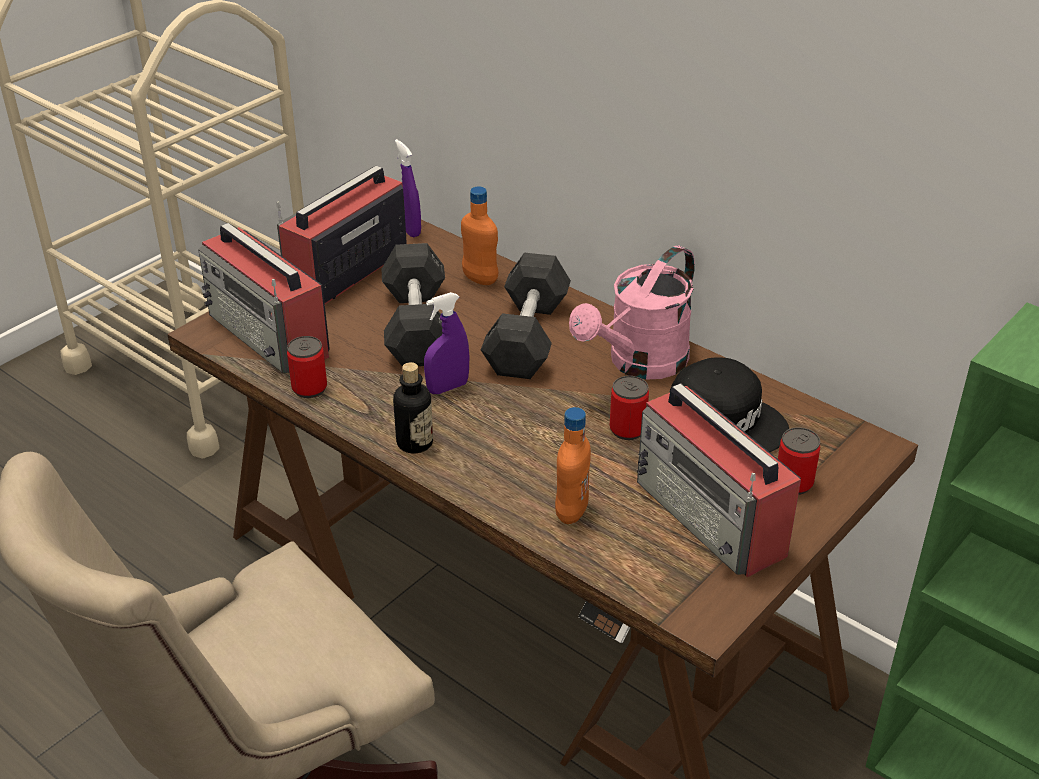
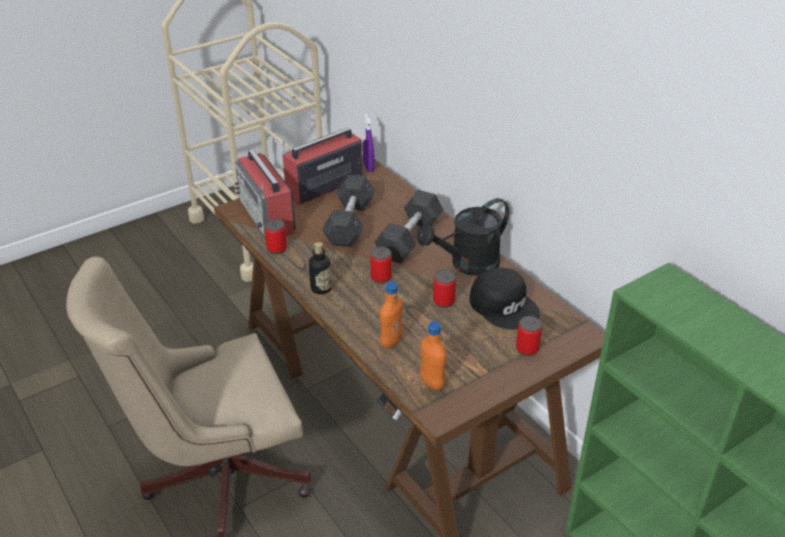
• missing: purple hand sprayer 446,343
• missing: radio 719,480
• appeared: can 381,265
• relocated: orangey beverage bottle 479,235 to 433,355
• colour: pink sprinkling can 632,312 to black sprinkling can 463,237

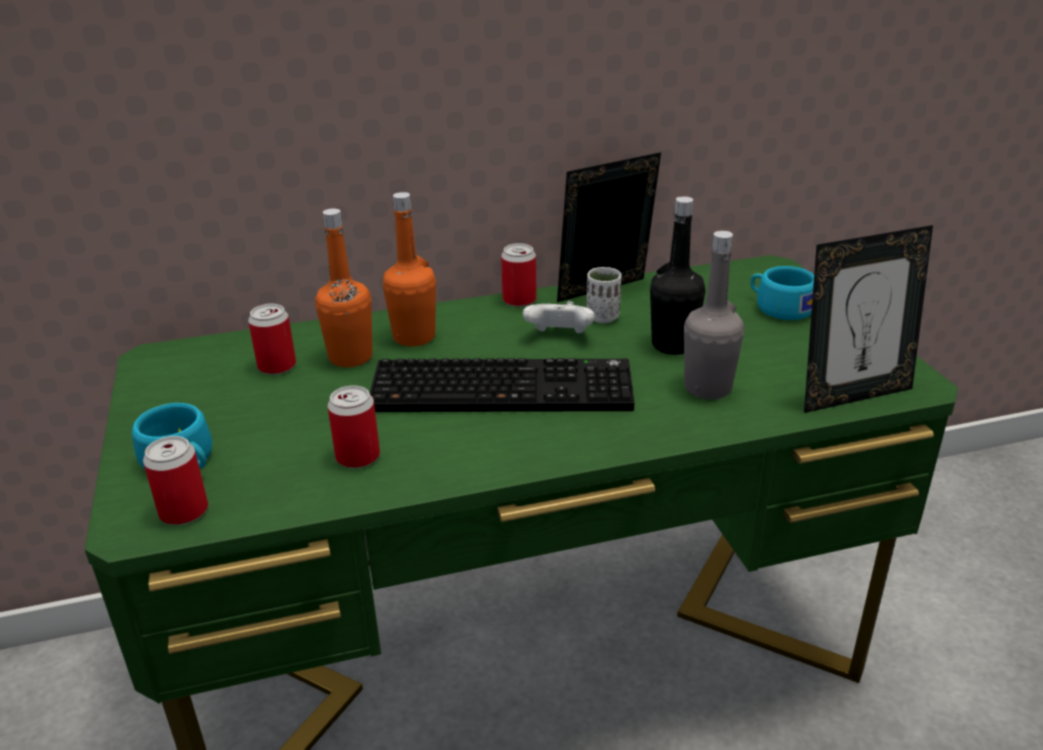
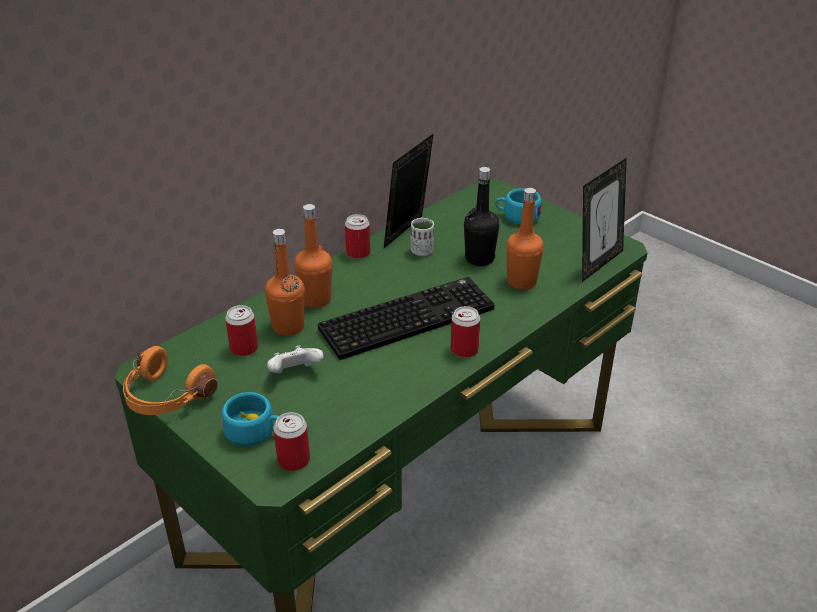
• appeared: orangey headset 170,380
• relocated: can 354,426 to 465,332
• relocated: white joypad 559,317 to 295,359
• colour: greyish beverage bottle 714,315 to orangey beverage bottle 525,239

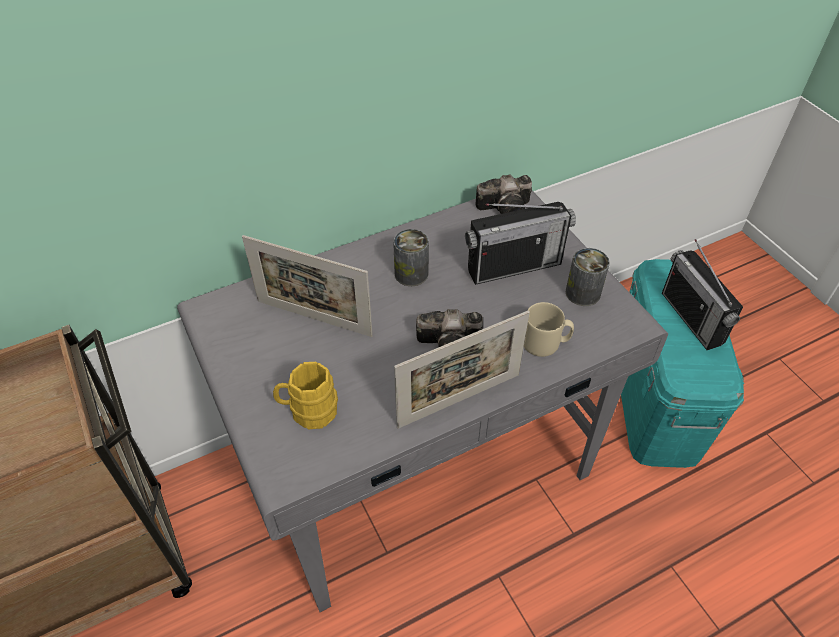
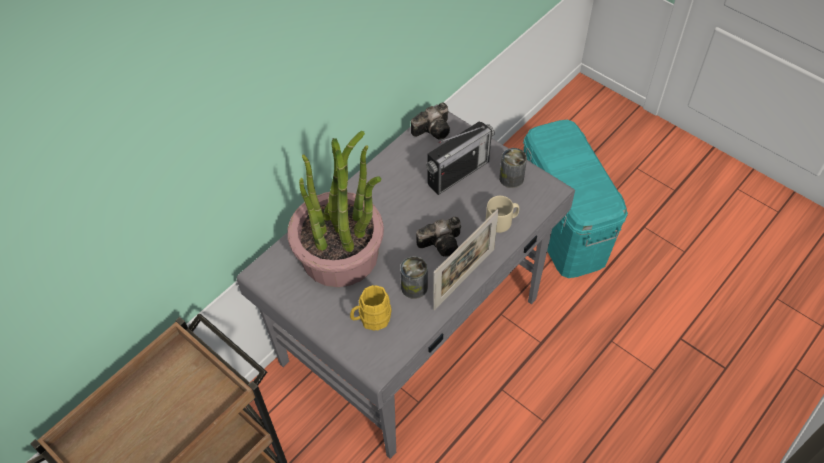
• missing: radio 702,294
• relocated: can 411,257 to 414,277
• exchanged: standing frame 307,286 to potted plant 336,209

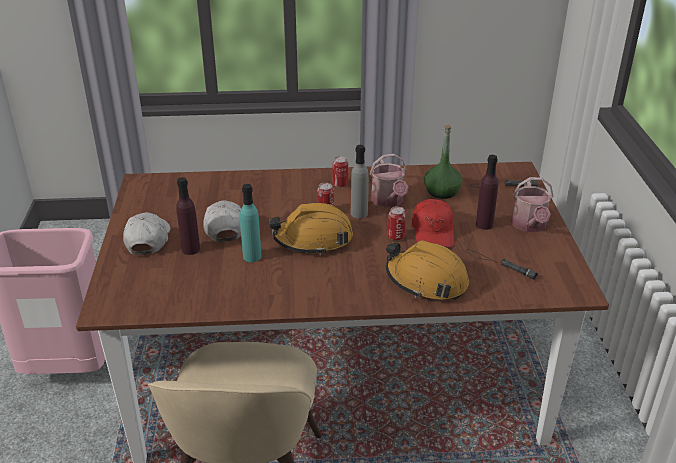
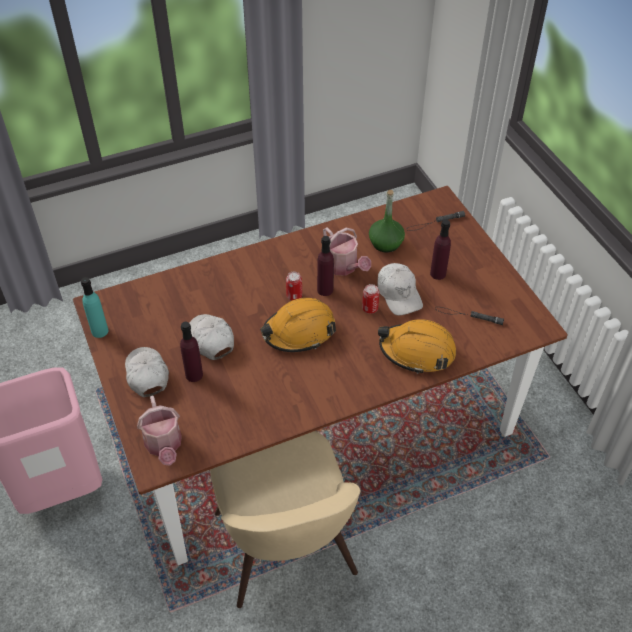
• missing: can 340,171
• relocated: turquoise-coloured beverage bottle 251,223 to 95,307
• relocated: sprinkling can 532,204 to 159,431
• colour: greyish beverage bottle 360,182 to purple beverage bottle 325,266
• colour: red baseball cap 433,223 to white baseball cap 400,289

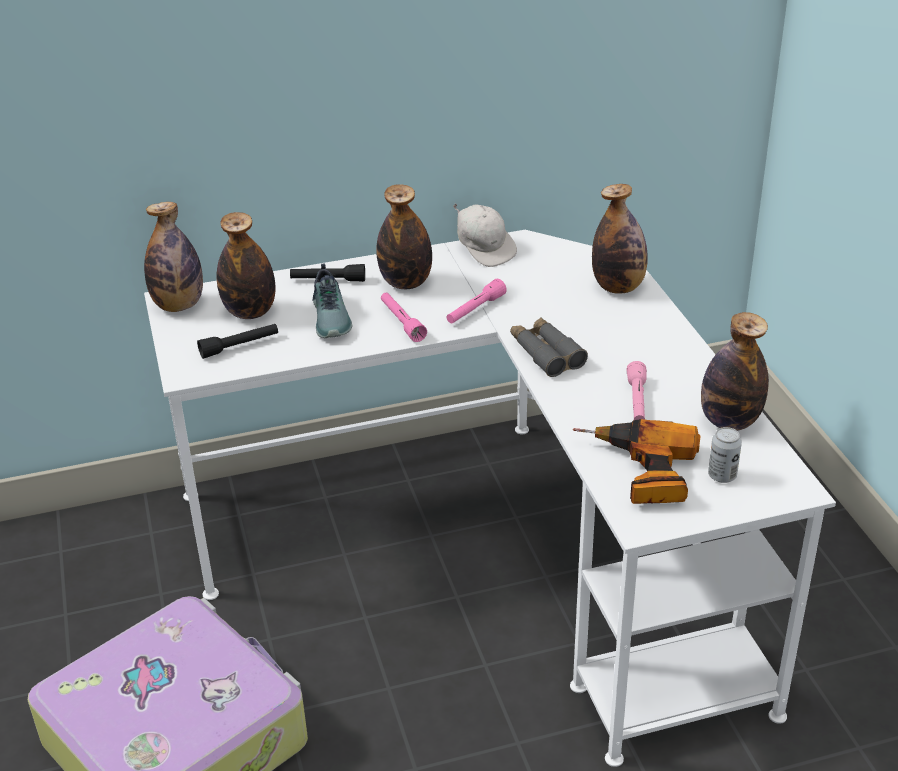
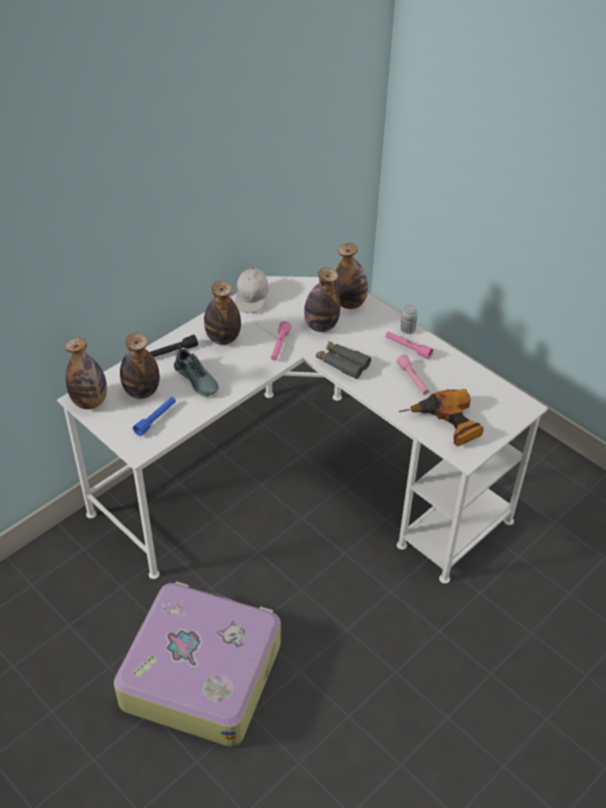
• relocated: pink hand torch 404,317 to 409,345
• relocated: beverage bottle 735,371 to 322,300
• relocated: can 725,455 to 409,319
• colour: black hand torch 237,341 to bluish hand torch 154,416
• spun: white baseball cap 485,235 = 252,288 75 degrees clockwise

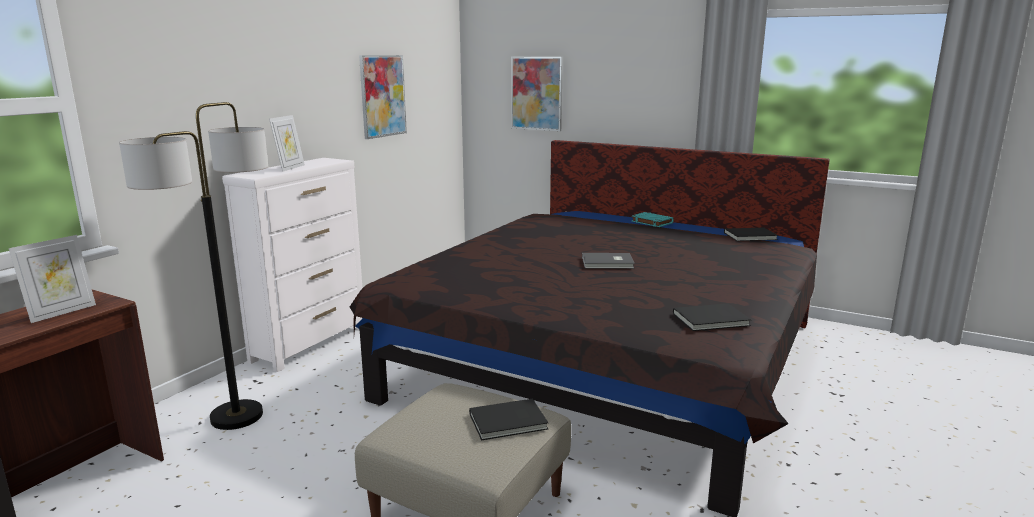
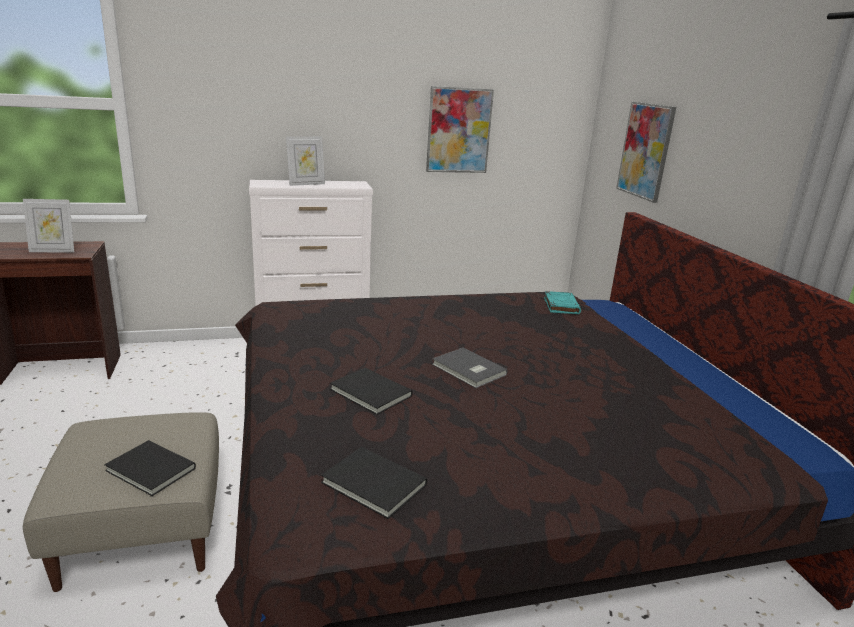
• missing: standard lamp 193,266
• relocated: turquoise-coloured book 653,219 to 562,302
• relocated: black book 751,234 to 371,391

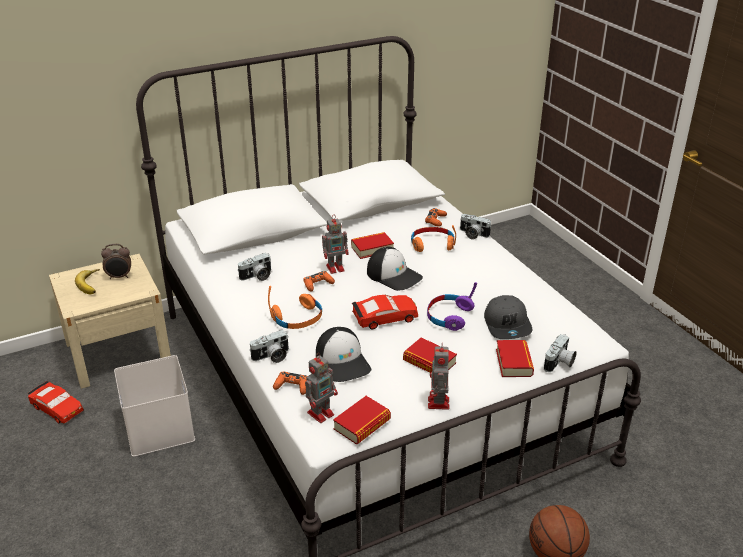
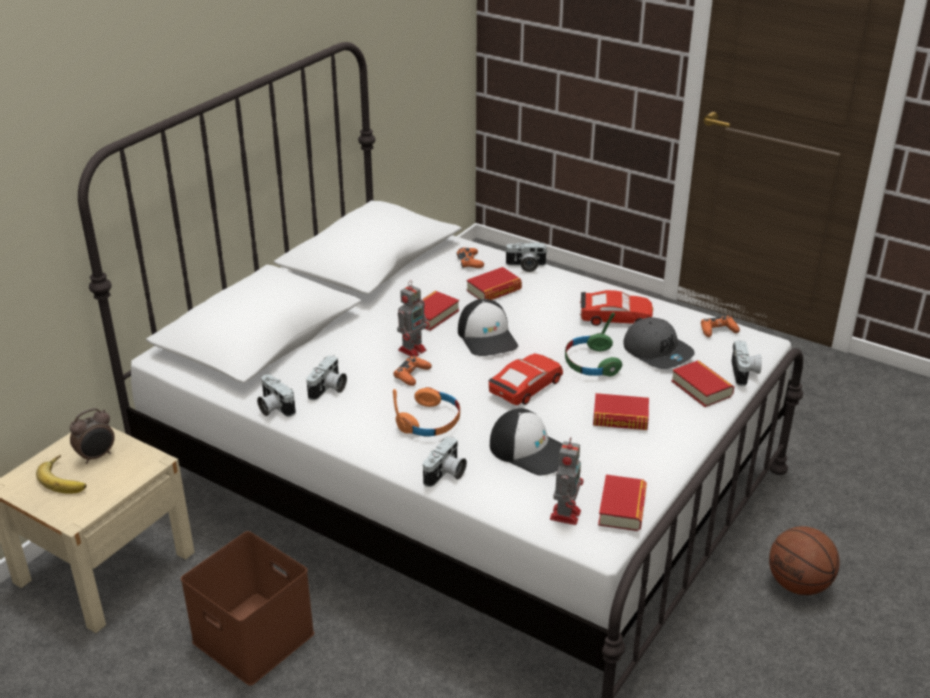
• missing: robot figure 438,378
• appeared: still camera 276,395
• relocated: red model car 56,402 to 616,308
• relocated: orangey joypad 290,383 to 720,326
• exchanged: orangey headset 433,238 to book 494,283
• colour: white storage bin 154,406 to brown storage bin 247,608
• colour: purple headset 452,306 to green headset 593,344
• spun: baseball cap 395,269 = 488,327 60 degrees clockwise

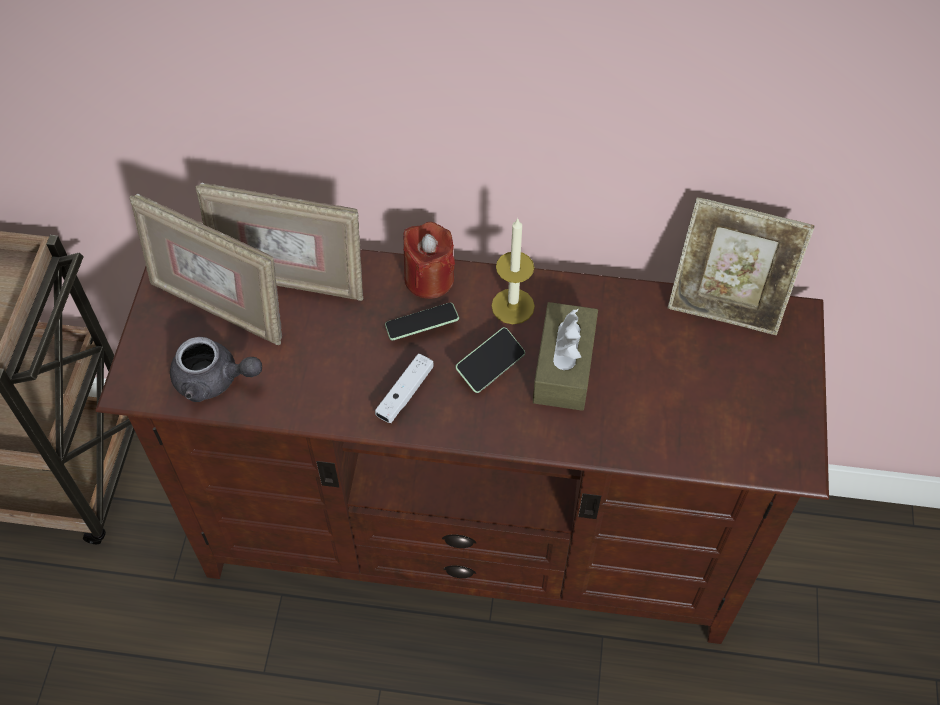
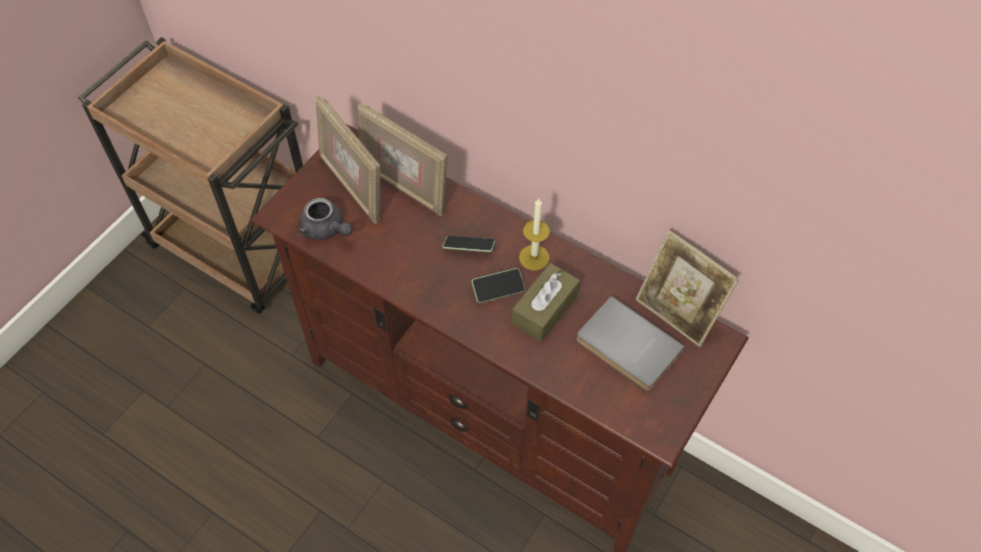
• missing: white joypad 404,388
• missing: red candle 429,260
• appeared: greyish book 631,343

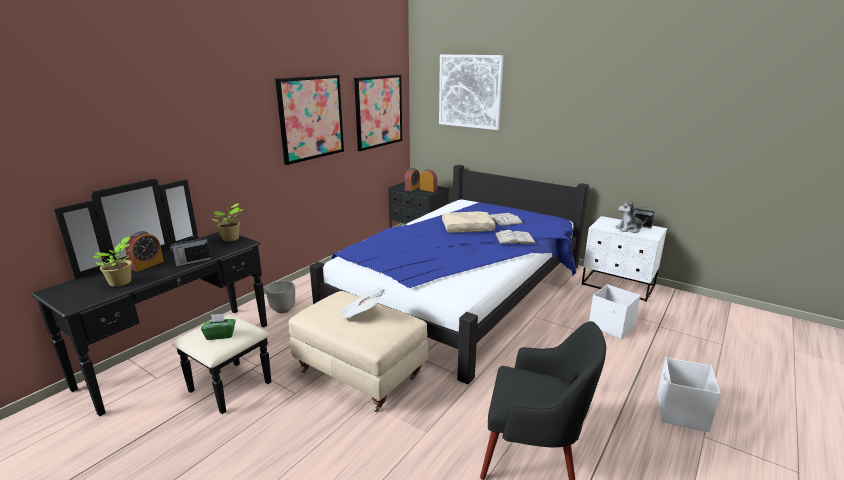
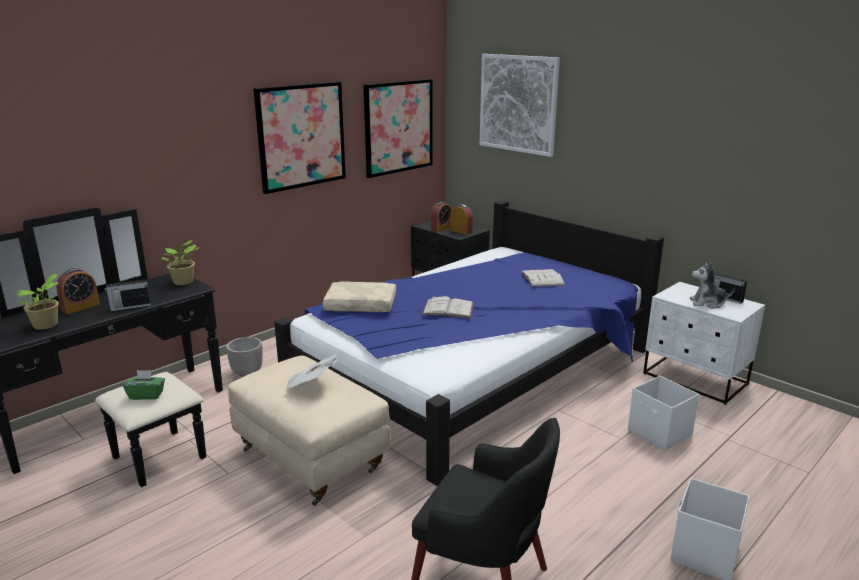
• relocated: beige-coloured cushion 468,222 to 359,297
• relocated: white book 515,237 to 448,307

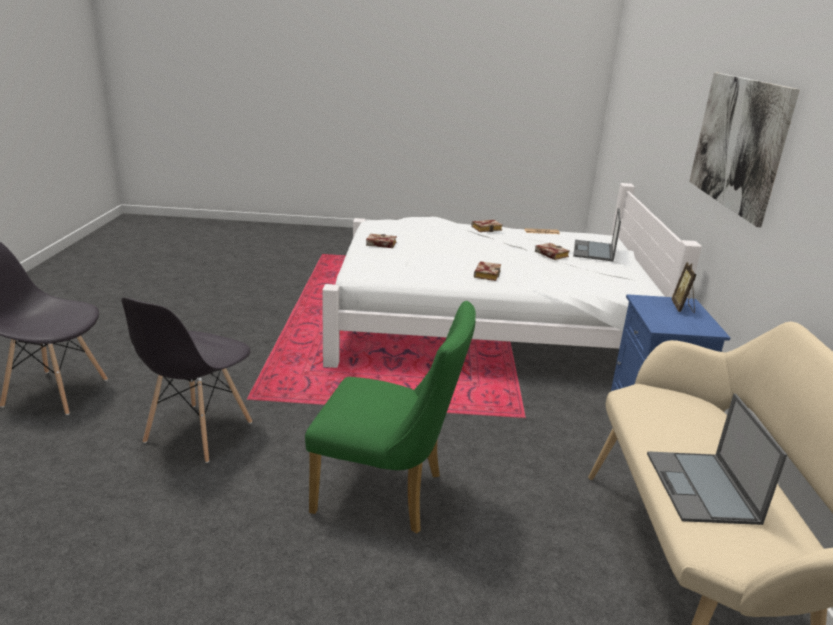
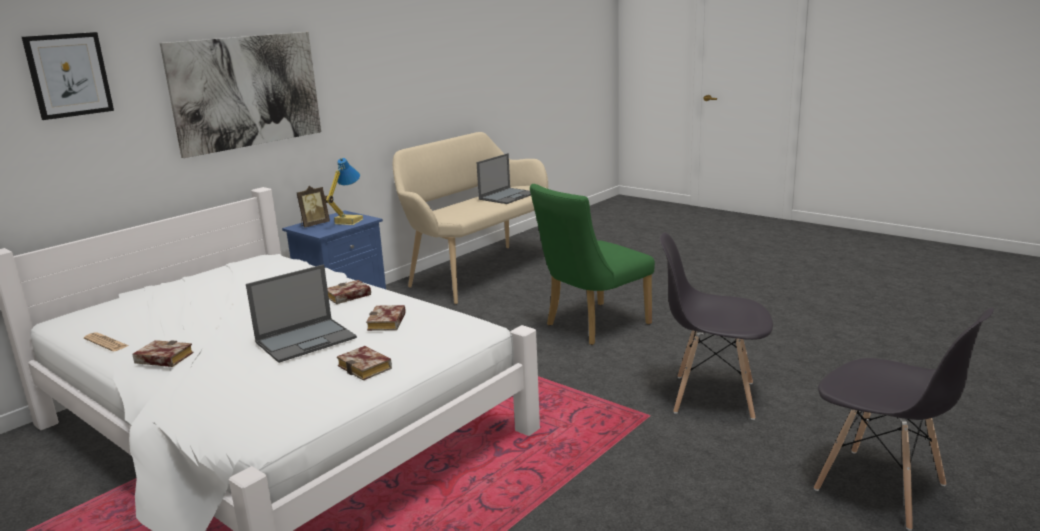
• appeared: picture 68,76
• appeared: tabletop lamp 343,191
• relocated: book 552,251 to 386,318
• relocated: notebook computer 597,234 to 301,313
• spun: greyish upright chair 187,380 = 716,326 135 degrees counterclockwise
• spun: green upright chair 390,417 = 592,264 90 degrees counterclockwise

